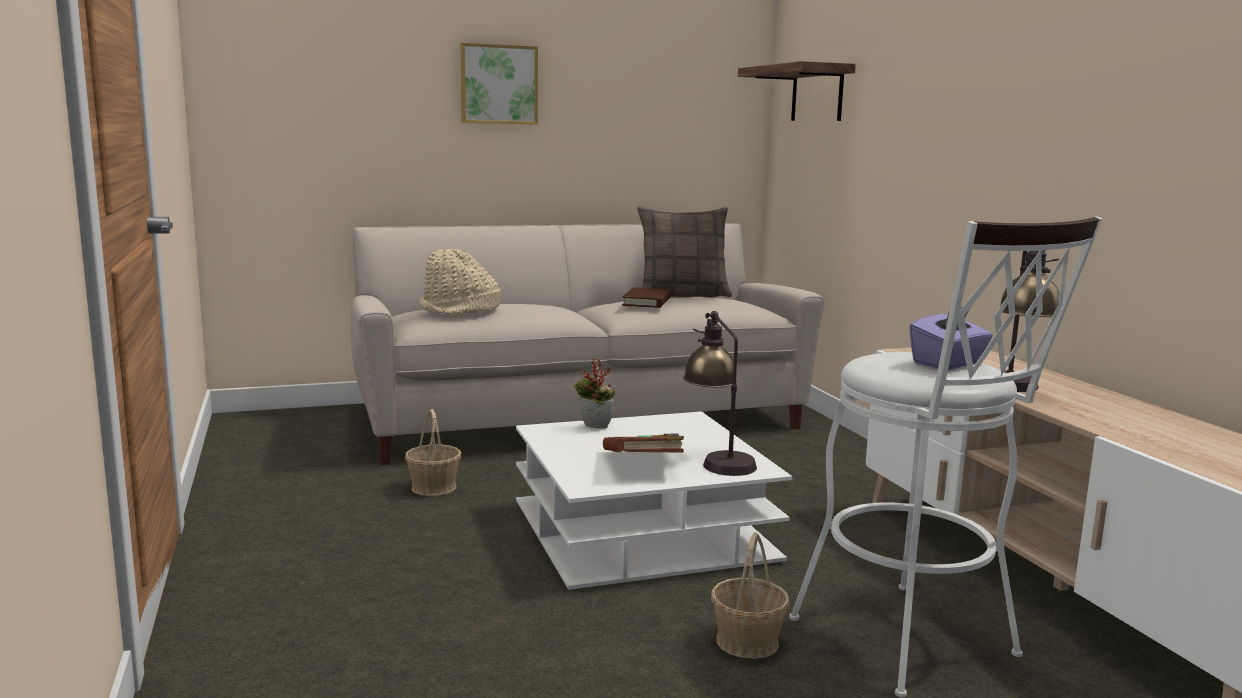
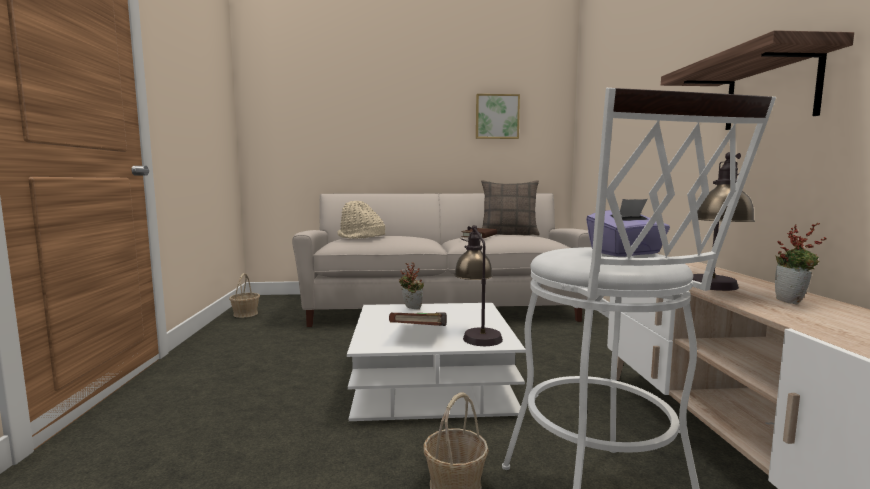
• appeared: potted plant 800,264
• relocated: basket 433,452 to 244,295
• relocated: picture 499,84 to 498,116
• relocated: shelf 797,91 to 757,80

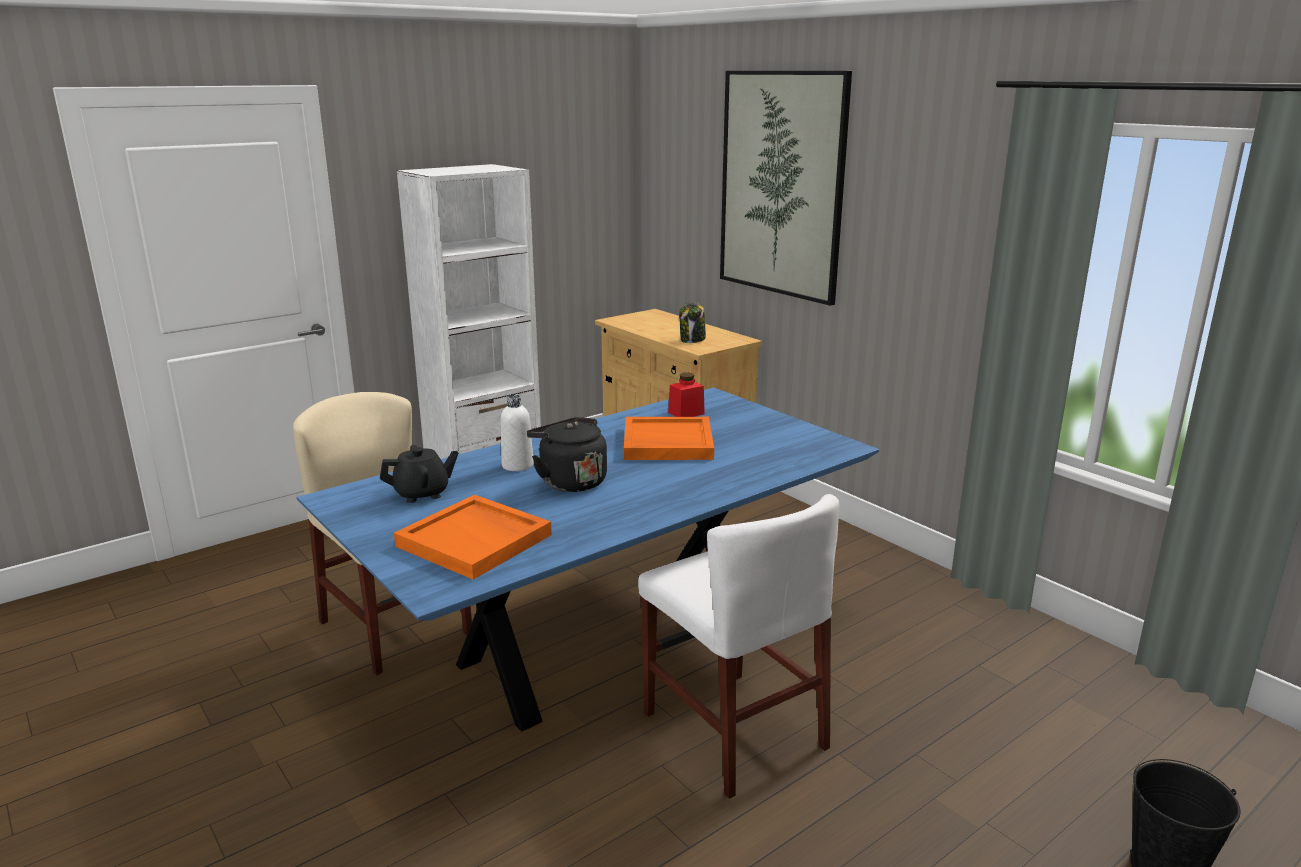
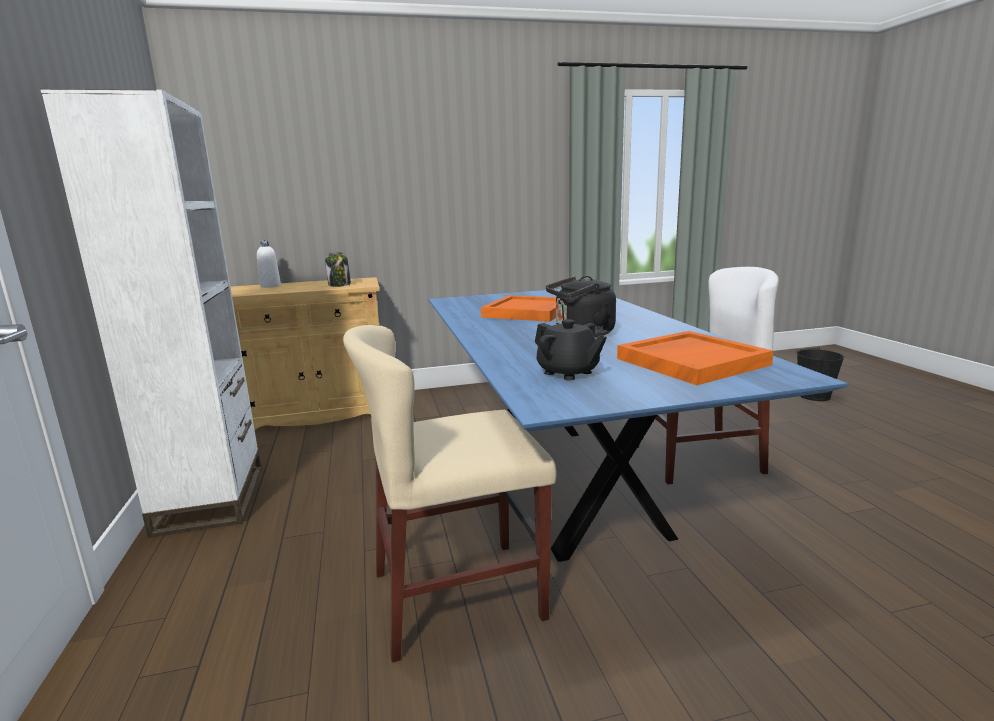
• missing: red storage jar 686,395
• missing: picture 786,188
• relocated: white beverage bottle 517,432 to 269,264
• spun: black pot for tea 419,474 = 571,349 135 degrees clockwise

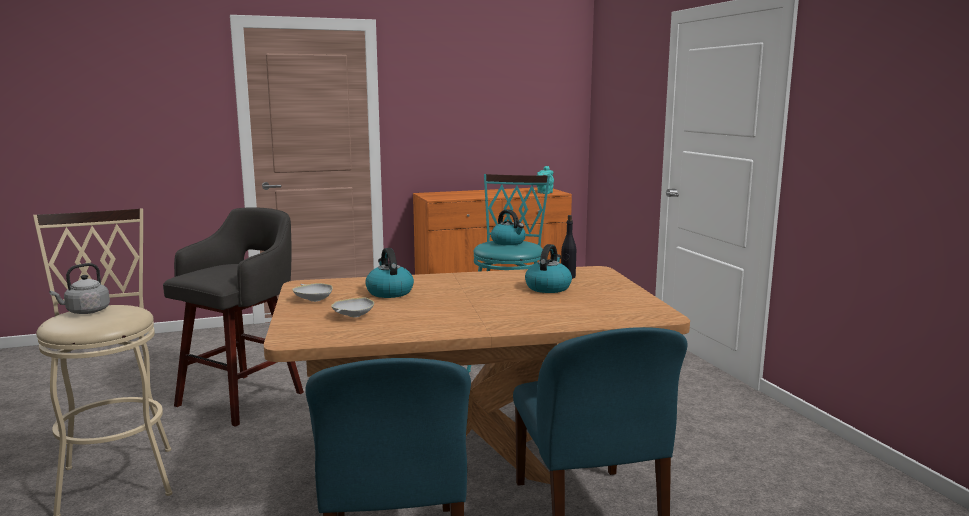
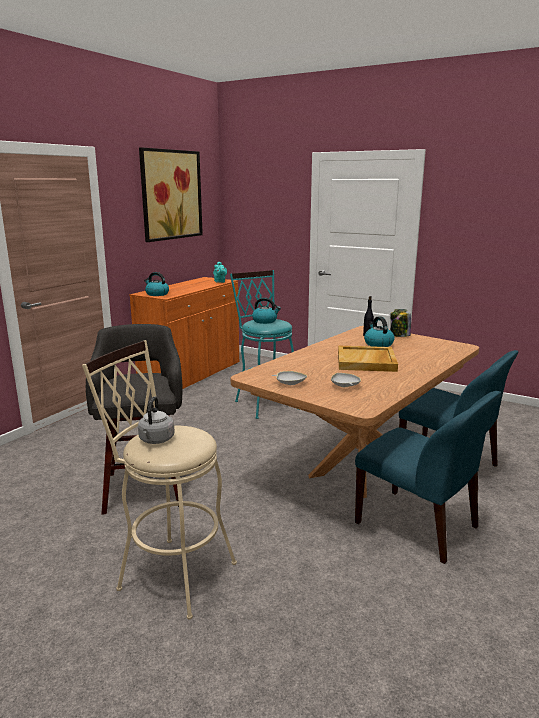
• appeared: picture 171,194
• appeared: beige-coloured serving tray 368,358
• appeared: storage jar 400,323
• relocated: water kettle 389,273 to 156,284

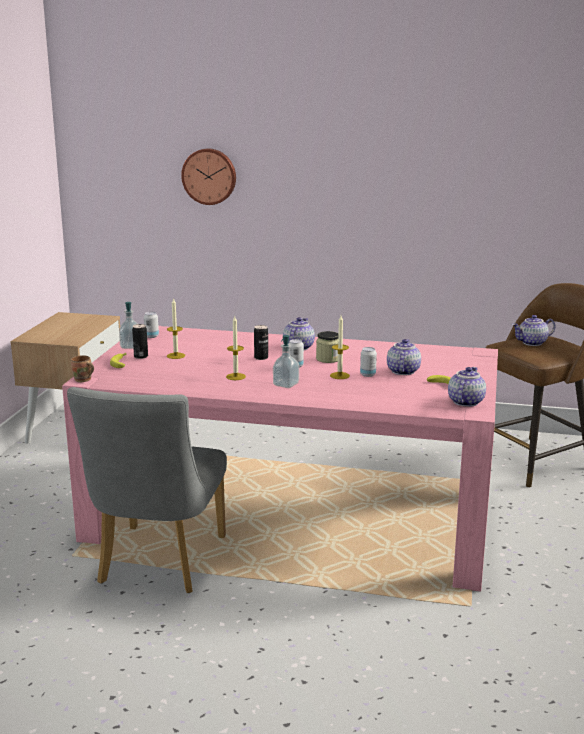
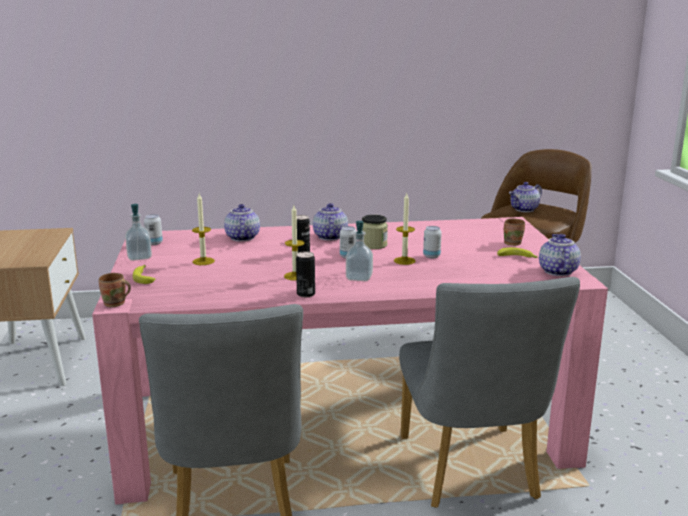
• missing: wall clock 208,176
• appeared: greyish upright chair 489,392
• appeared: brown coffee mug 514,232
• relocated: can 140,341 to 305,274
• relocated: pot for tea 404,357 to 242,222

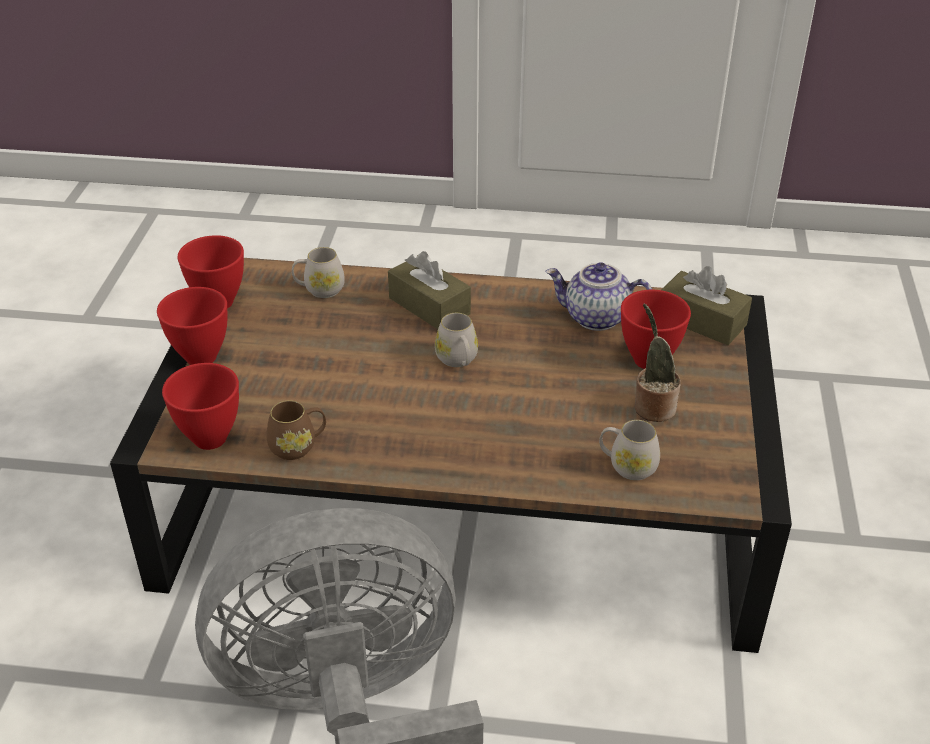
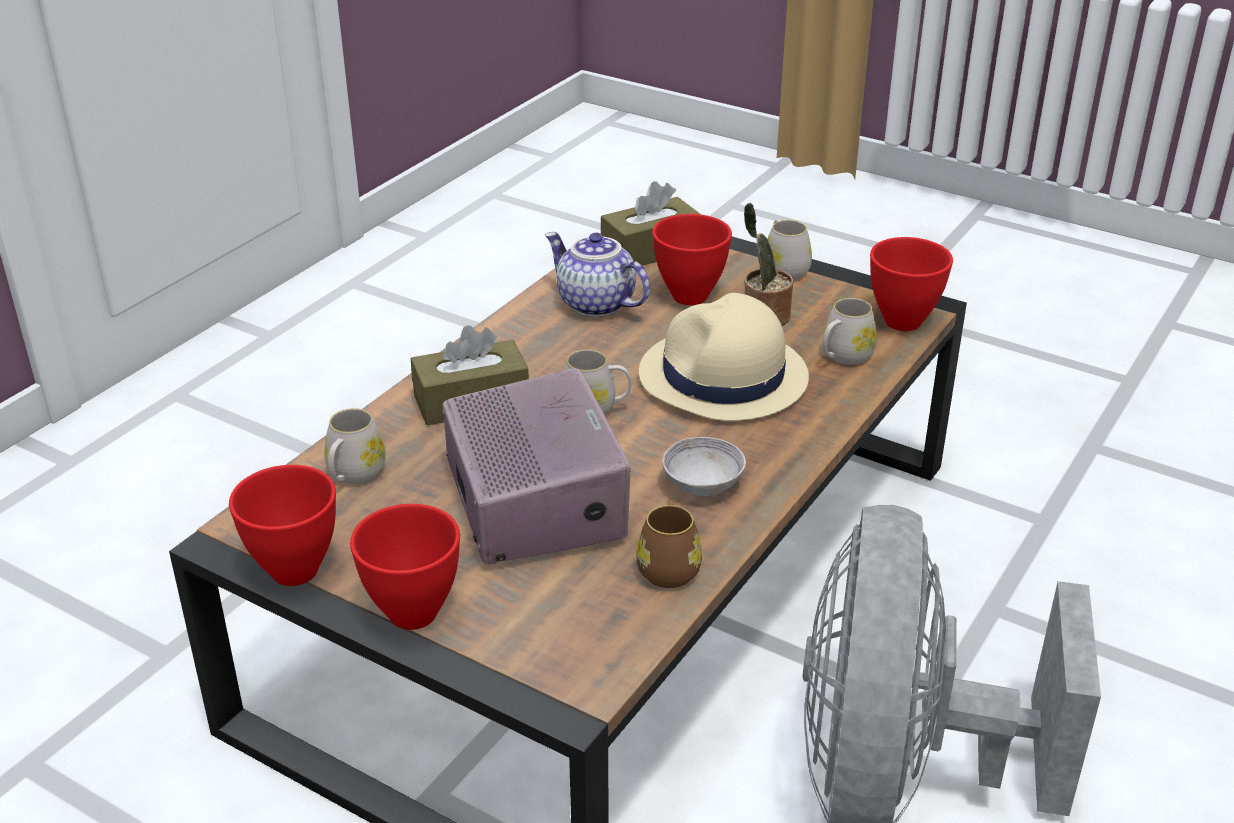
• appeared: radio 537,466
• appeared: beige-coloured clothing hat 724,357
• appeared: greyish serving bowl 704,466
• appeared: white coffee mug 789,249
• relocated: red serving bowl 200,406 to 911,284
• spun: pot for tea 599,296 = 597,274 90 degrees clockwise

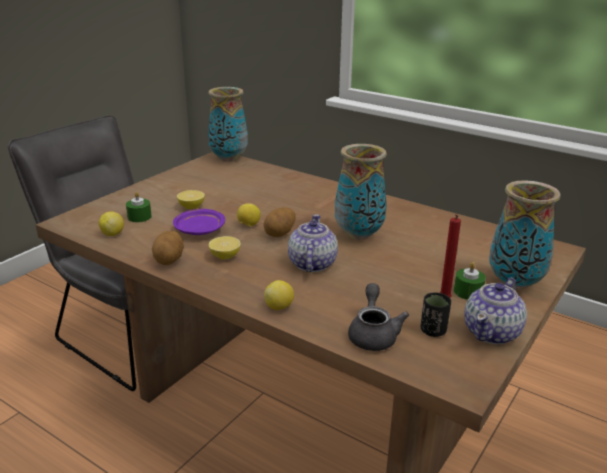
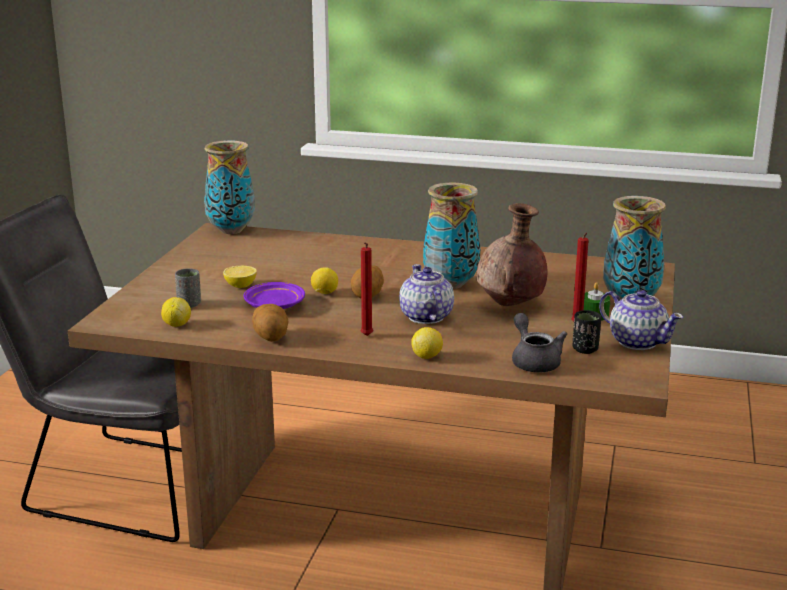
• missing: whole lemon 225,248
• appeared: red candle 367,289
• appeared: brown vase 512,254
• exchanged: green candle 139,206 to greyish cup 188,288
• spun: pot for tea 495,311 = 641,320 60 degrees counterclockwise

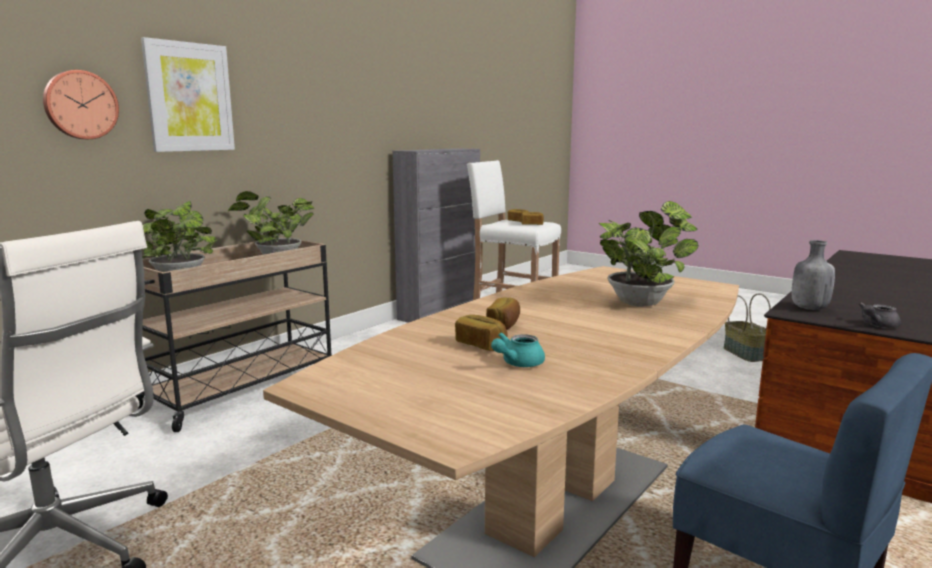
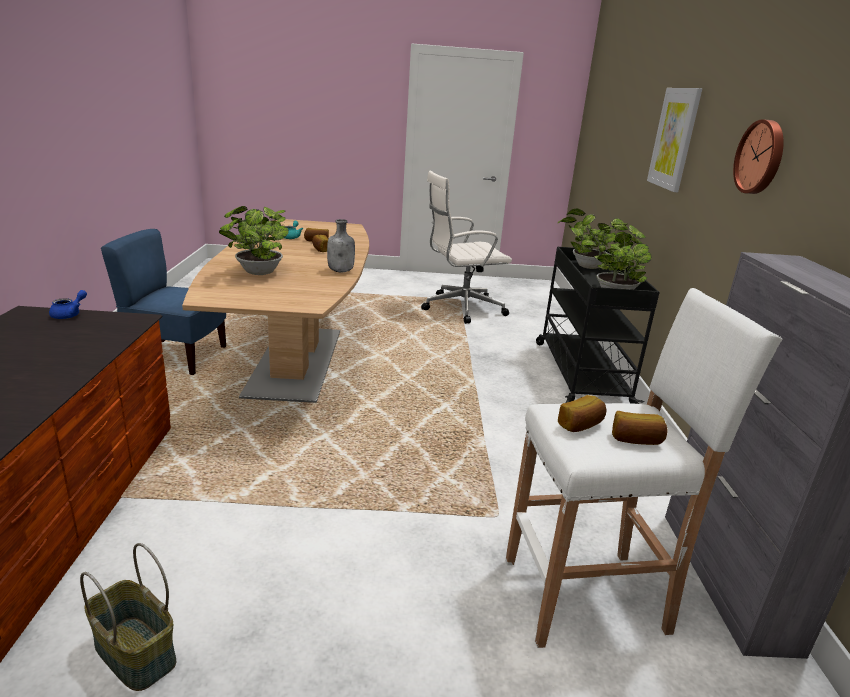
• relocated: wall clock 81,104 to 758,156
• relocated: greyish beverage bottle 813,275 to 341,245
• colour: beige-coloured trolley 233,334 to black trolley 598,325
• colour: greyish pot for tea 880,315 to bluish pot for tea 68,304

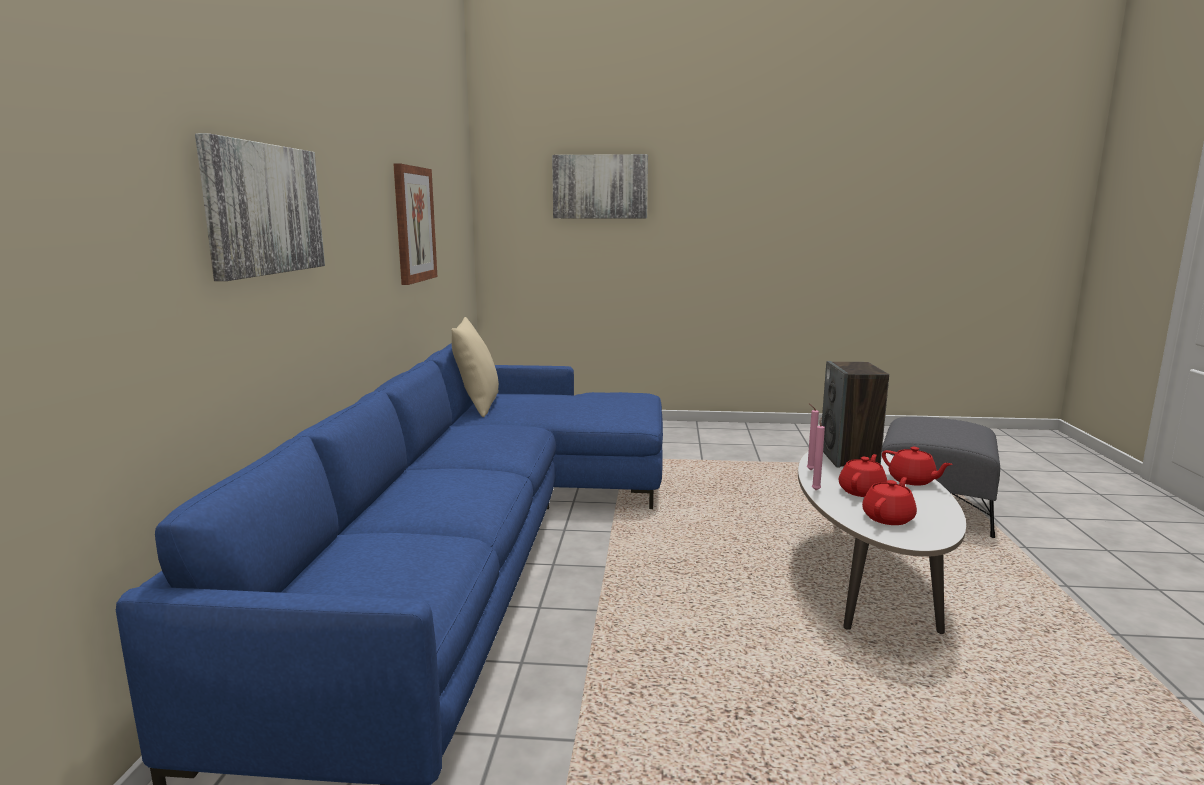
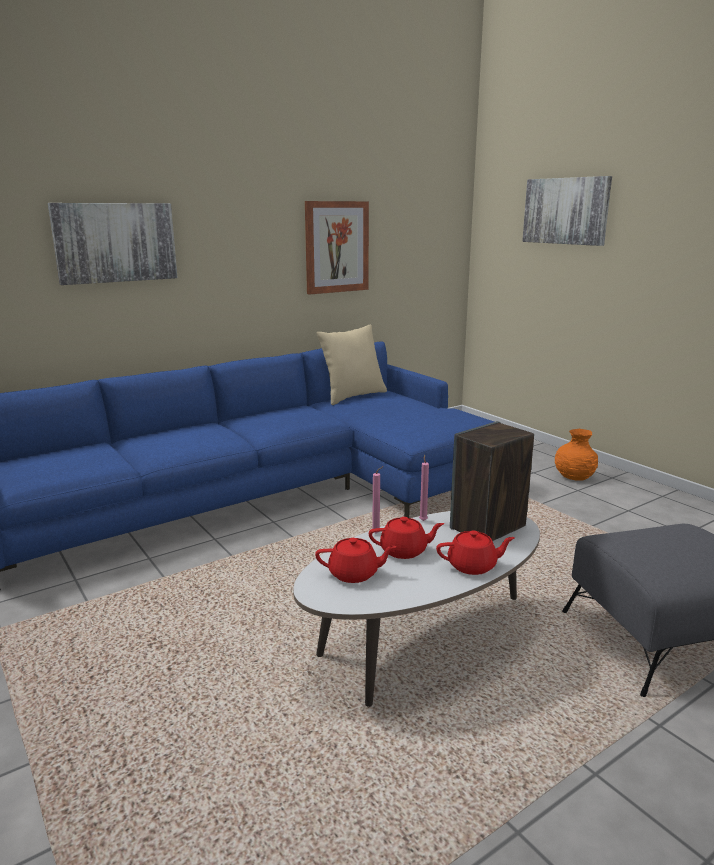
• appeared: orangey vase 576,455
• spun: red pot for tea 917,466 = 475,552 105 degrees counterclockwise

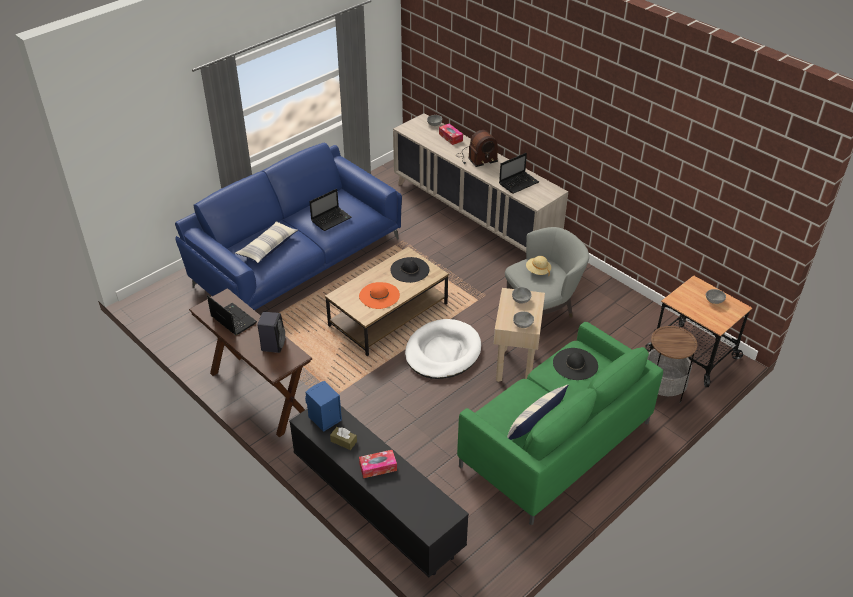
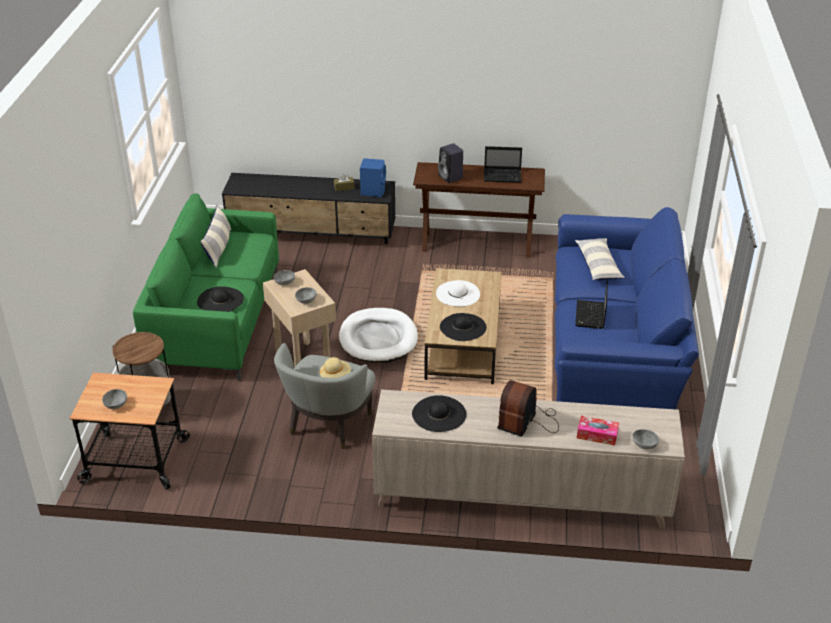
• missing: tissue box 378,464
• exchanged: notebook computer 519,173 to black clothing hat 439,413
• colour: orangey clothing hat 379,295 to white clothing hat 458,293

